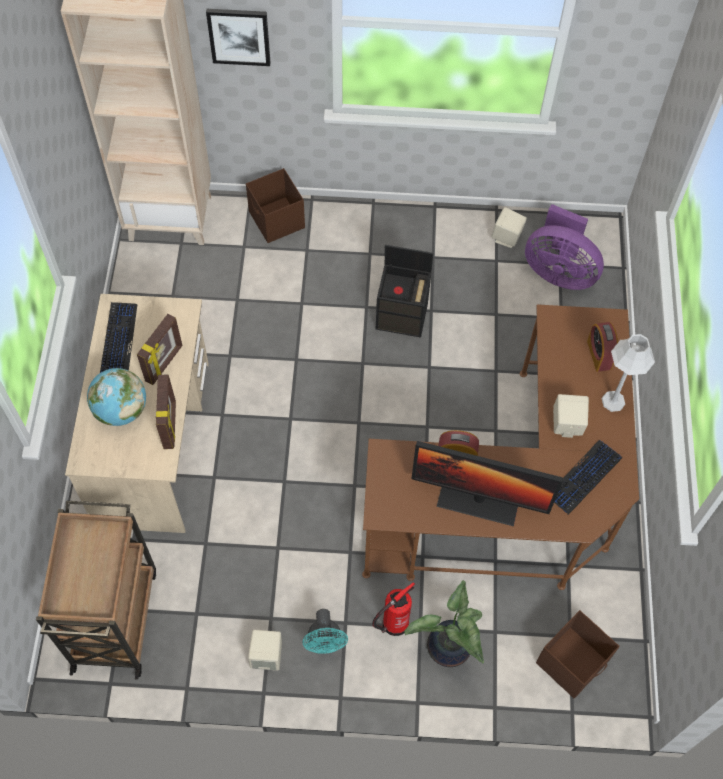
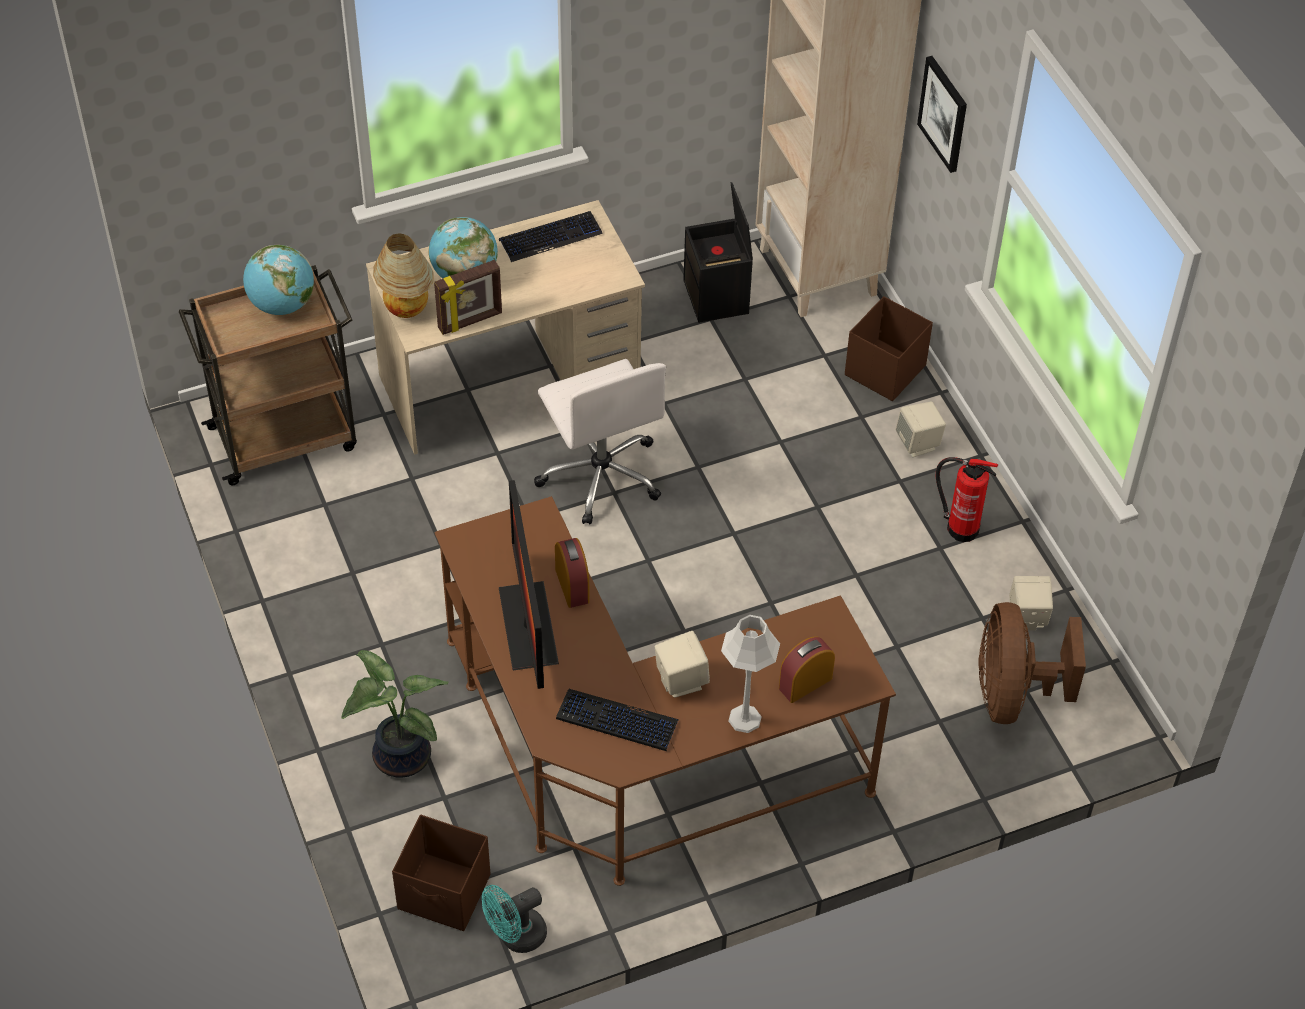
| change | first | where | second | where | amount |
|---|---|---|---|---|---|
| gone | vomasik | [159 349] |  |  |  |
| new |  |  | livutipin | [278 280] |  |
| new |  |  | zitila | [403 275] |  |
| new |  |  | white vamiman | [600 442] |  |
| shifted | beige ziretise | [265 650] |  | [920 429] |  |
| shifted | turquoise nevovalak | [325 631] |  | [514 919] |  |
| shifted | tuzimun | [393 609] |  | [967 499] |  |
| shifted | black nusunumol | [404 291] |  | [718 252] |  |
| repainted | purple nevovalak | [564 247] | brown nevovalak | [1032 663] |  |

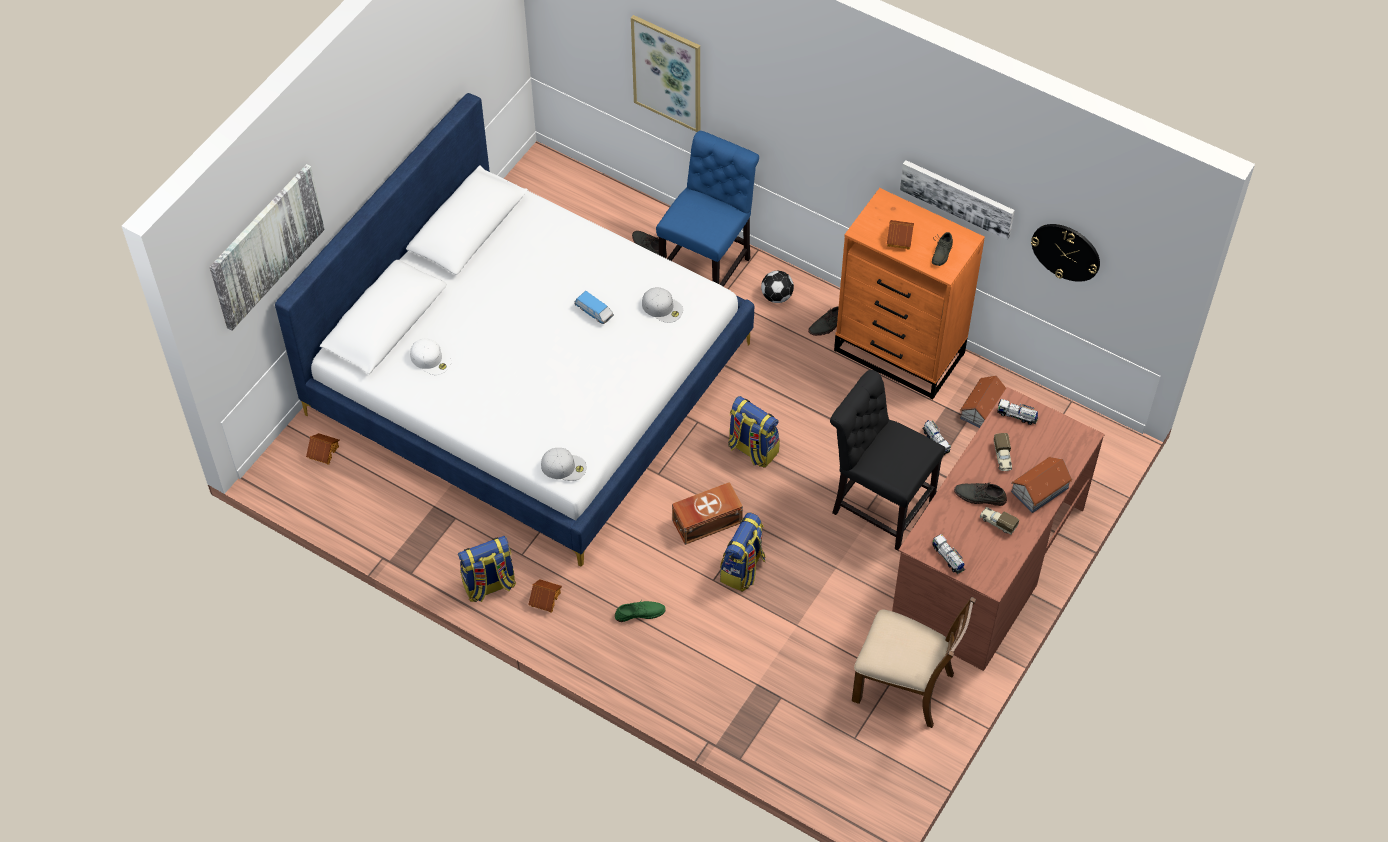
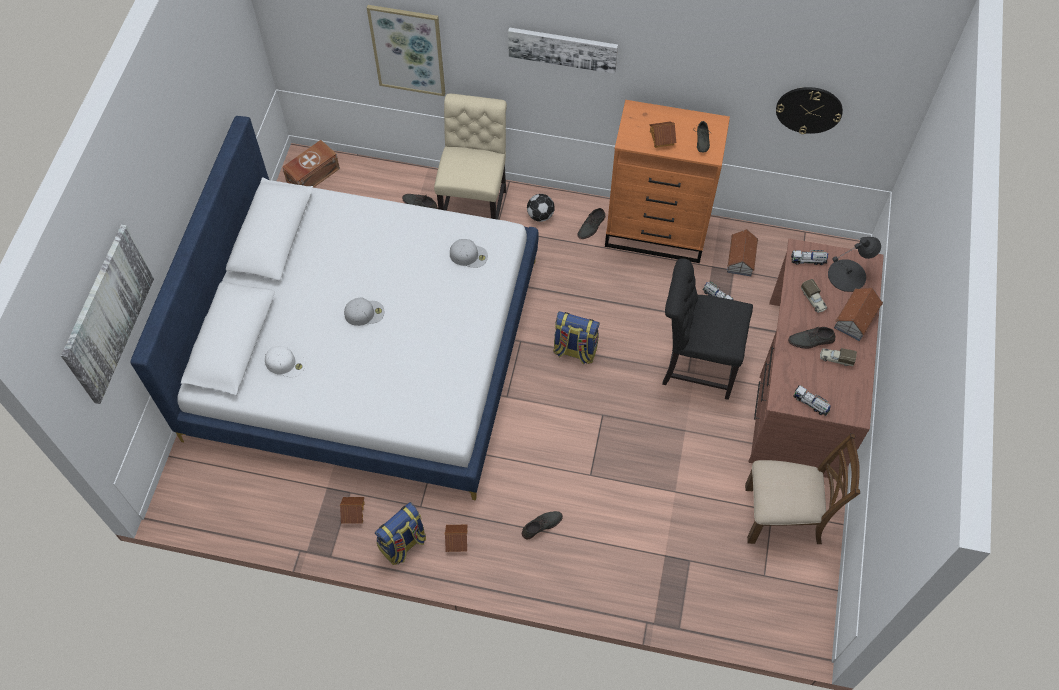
| change | first | where | second | where | amount |
|---|---|---|---|---|---|
| gone | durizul | [594 307] |  |  |  |
| gone | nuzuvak | [742 552] |  |  |  |
| new |  |  | black zitila | [854 264] |  |
| shifted | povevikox | [322 448] |  | [352 510] |  |
| shifted | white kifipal | [563 464] |  | [364 312] |  |
| shifted | brown nusunumol | [707 513] |  | [311 164] |  |
| shifted | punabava | [957 200] |  | [563 50] |  |
| repainted | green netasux | [640 611] | grey netasux | [542 525] |  |
| repainted | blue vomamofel | [707 209] | beige vomamofel | [470 157] |  |

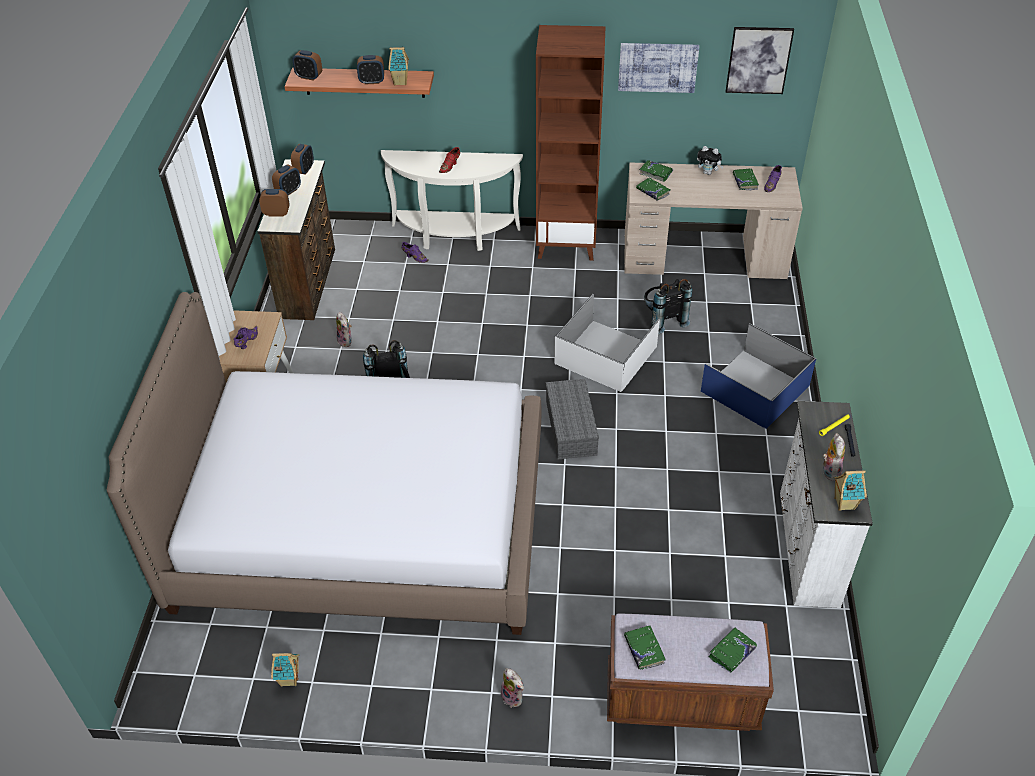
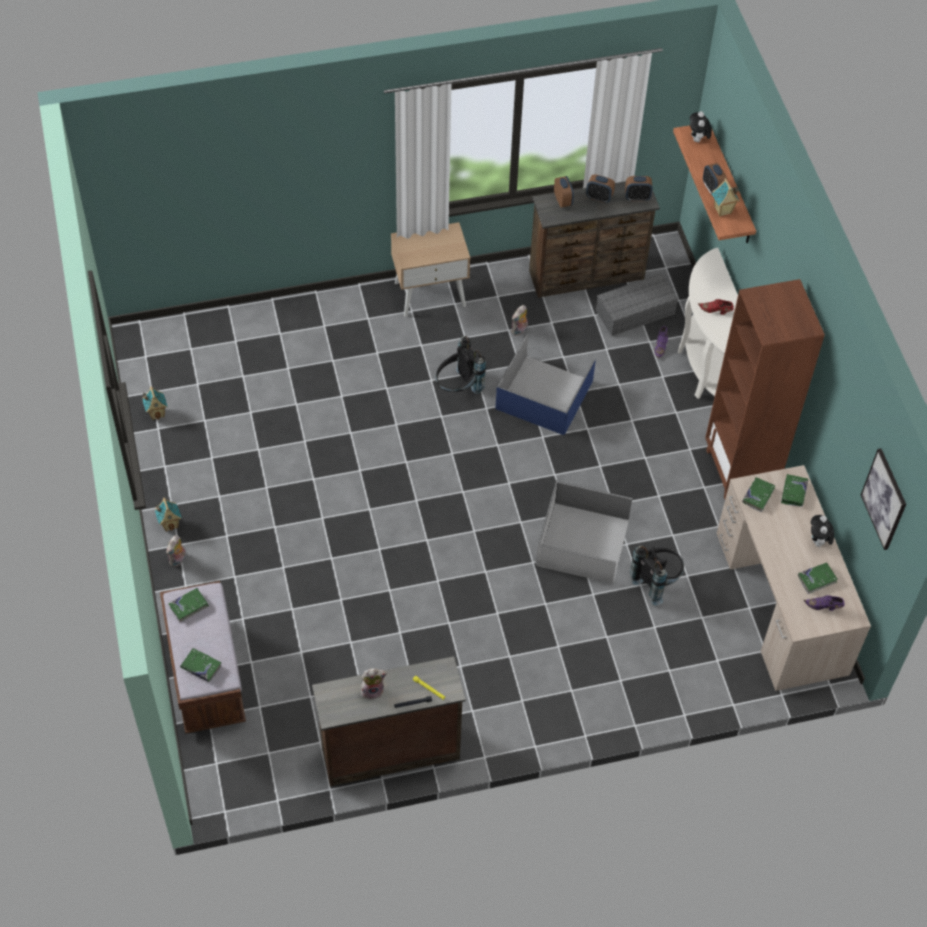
| change | first | where | second | where | amount |
|---|---|---|---|---|---|
| gone | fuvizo | [324 463] |  |  |  |
| gone | purple netasux | [246 337] |  |  |  |
| gone | punabava | [658 68] |  |  |  |
| shifted | grey nusunumol | [572 419] |  | [637 304] |  |
| shifted | blue nusunumol | [758 376] |  | [545 384] |  |
| shifted | povevikox | [850 490] |  | [168 515] |  |
| swapped | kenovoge | [307 65] | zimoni | [701 126] |  |
| repainted | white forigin | [826 504] | brown forigin | [389 721] |  |

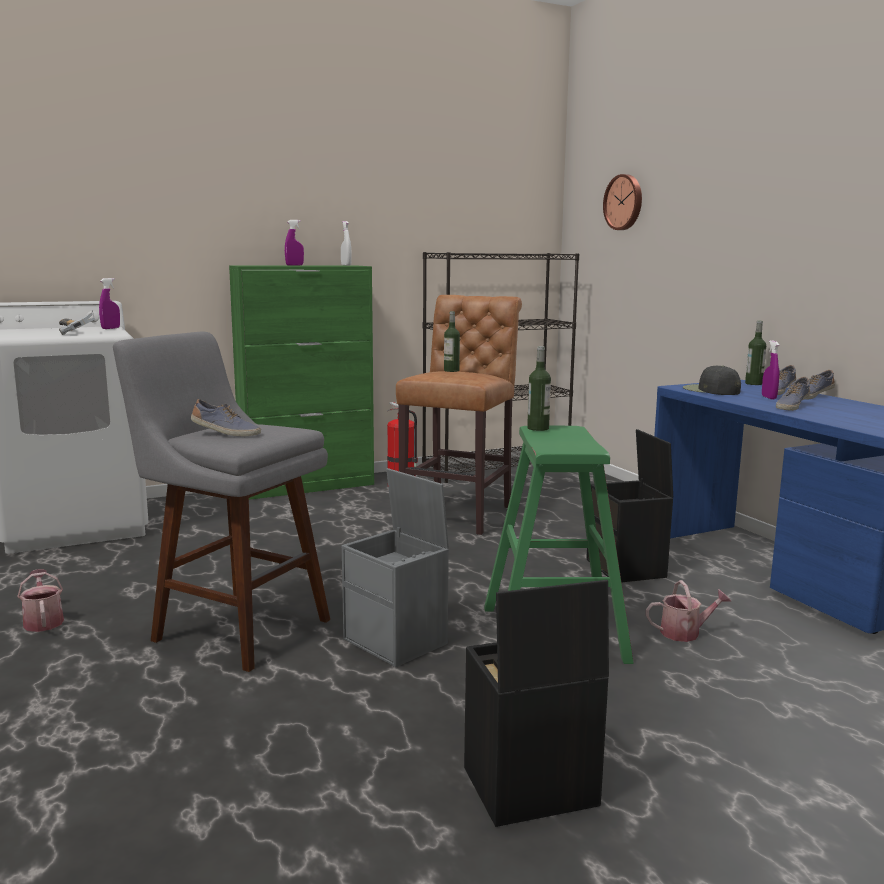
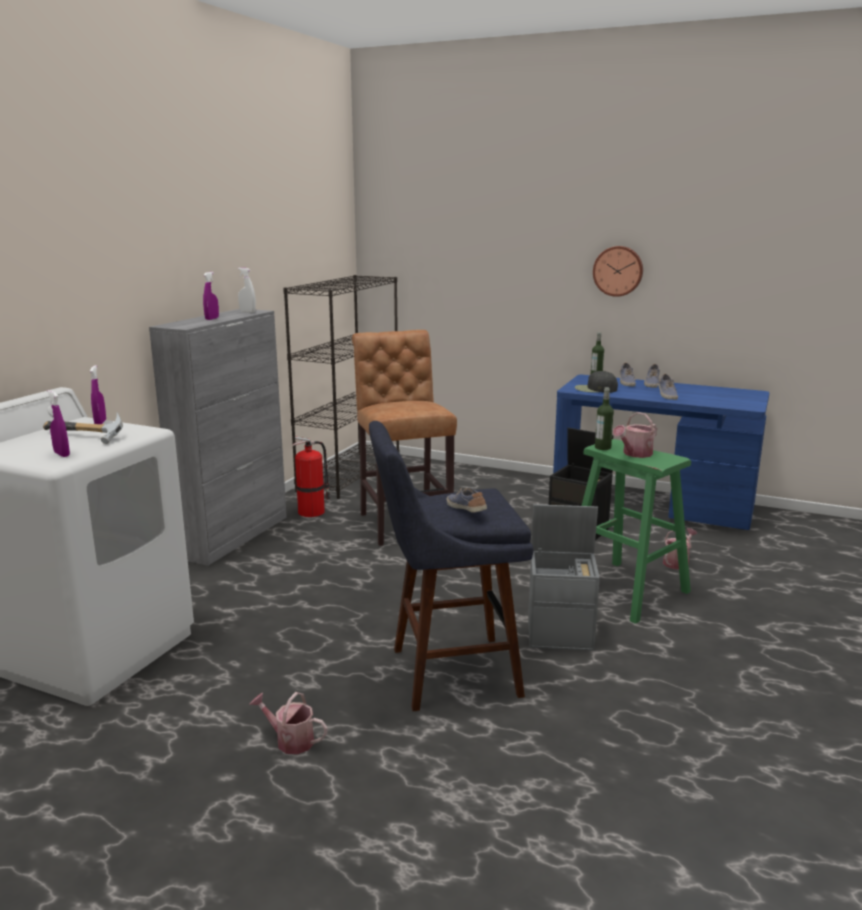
| change | first | where | second | where | amount |
|---|---|---|---|---|---|
| gone | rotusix | [452 341] |  |  |  |
| gone | black nusunumol | [536 703] |  |  |  |
| new |  |  | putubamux | [635 435] |  |
| shifted | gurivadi | [622 202] |  | [618 271] |  |
| shifted | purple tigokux | [770 369] |  | [58 423] |  |
| repainted | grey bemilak | [221 502] | blue bemilak | [451 566] |  |
| repainted | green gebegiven | [301 382] | grey gebegiven | [218 437] |  |
| rotated | netasux | [226 418] |  | [467 500] | 90 degrees counterclockwise |

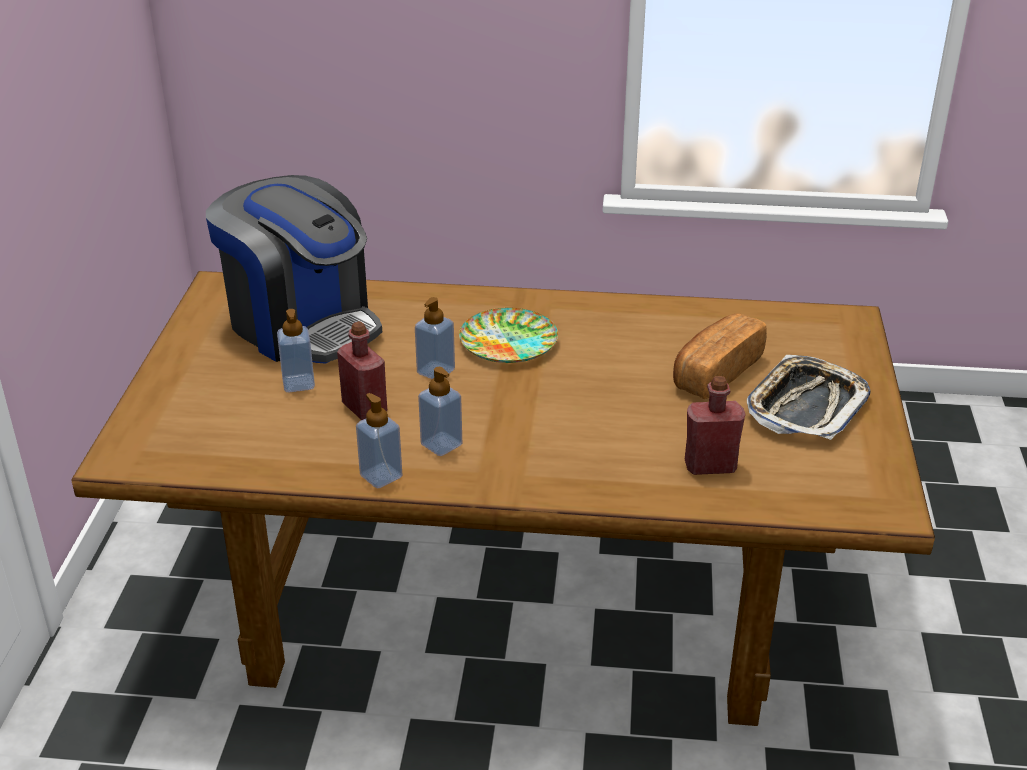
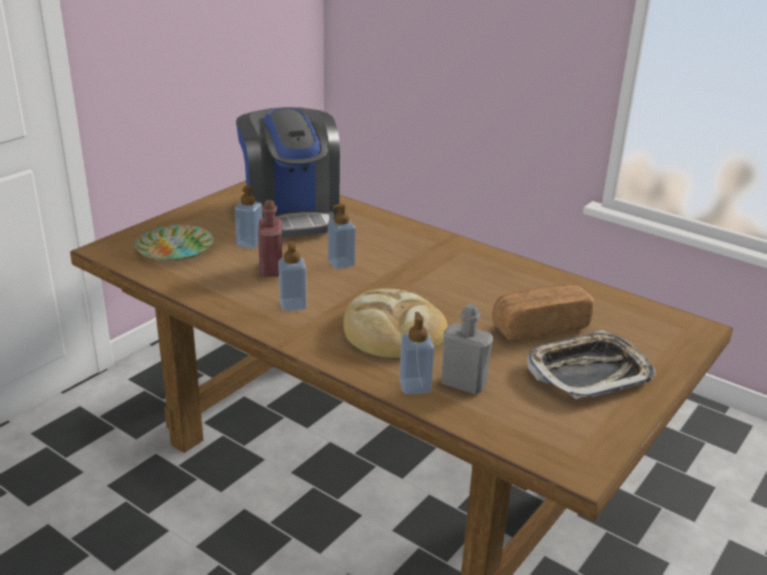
| change | first | where | second | where | amount |
|---|---|---|---|---|---|
| new |  |  | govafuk | [395 323] |  |
| shifted | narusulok | [379 440] |  | [416 353] |  |
| shifted | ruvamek | [508 335] |  | [174 243] |  |
| repainted | red rotusix | [715 425] | grey rotusix | [467 349] |  |

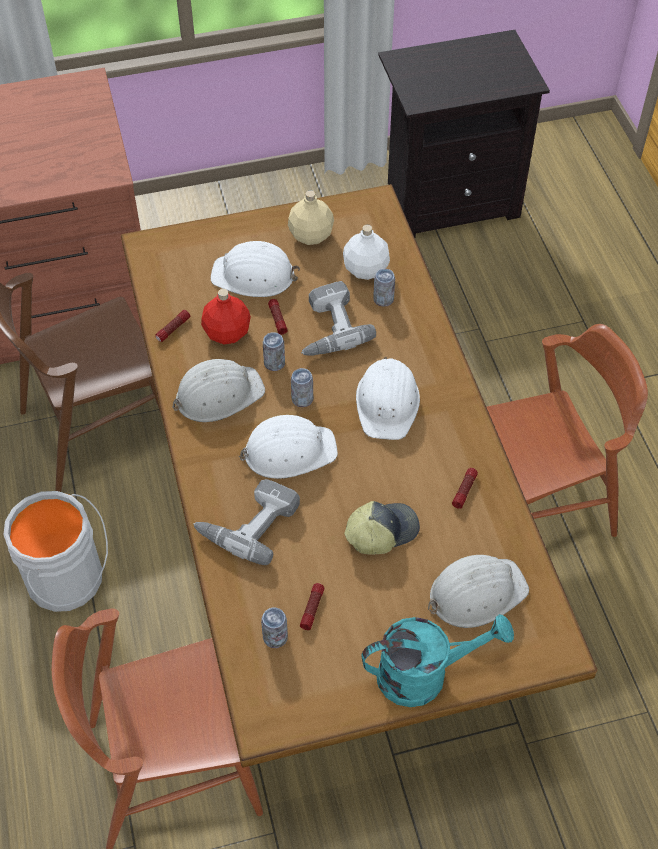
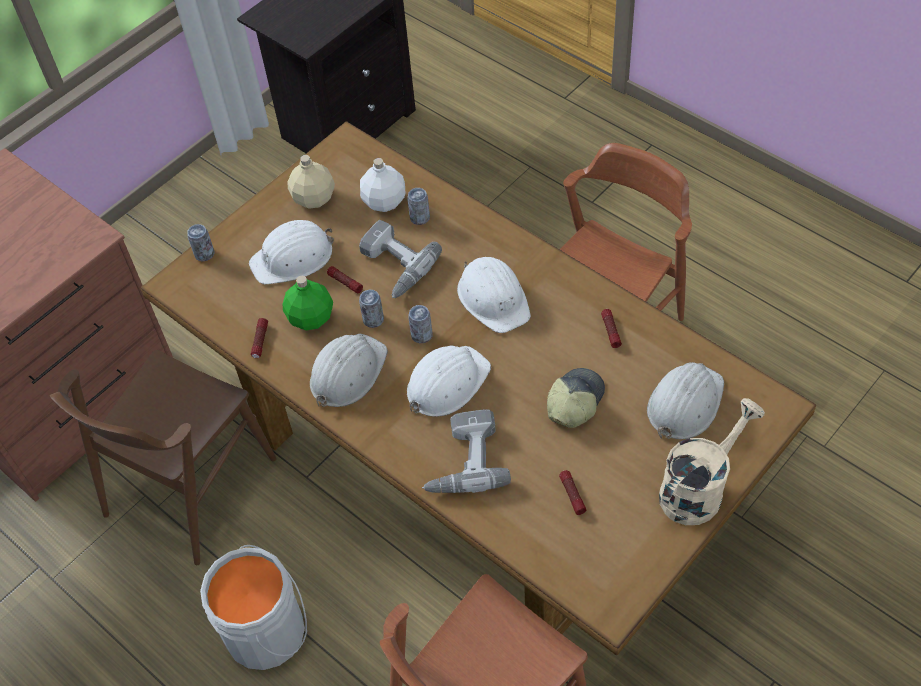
| change | first | where | second | where | amount |
|---|---|---|---|---|---|
| shifted | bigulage | [274 627] |  | [200 242] |  |
| repainted | red rotusix | [226 317] | green rotusix | [307 302] |  |
| repainted | turquoise putubamux | [437 660] | beige putubamux | [712 461] |  |

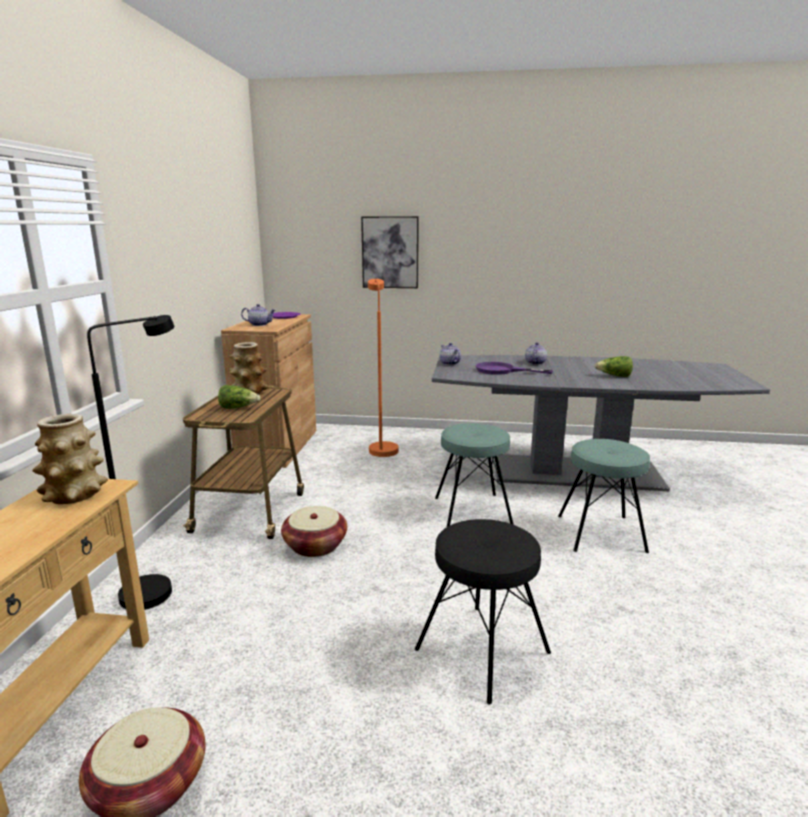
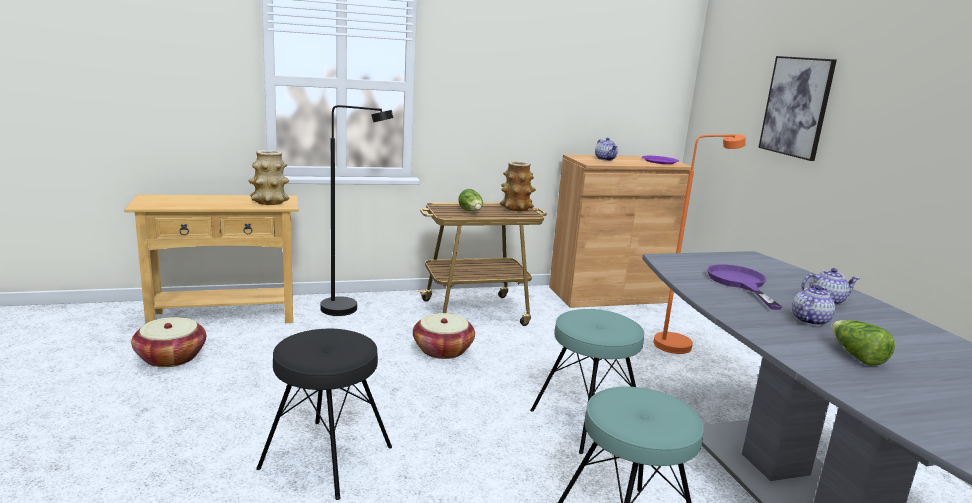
| change | first | where | second | where | amount |
|---|---|---|---|---|---|
| shifted | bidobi | [450 354] |  | [813 305] |  |

